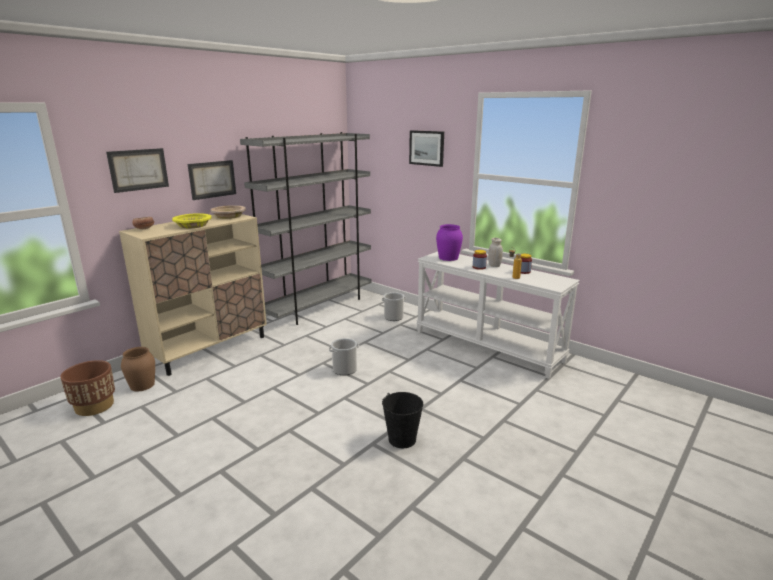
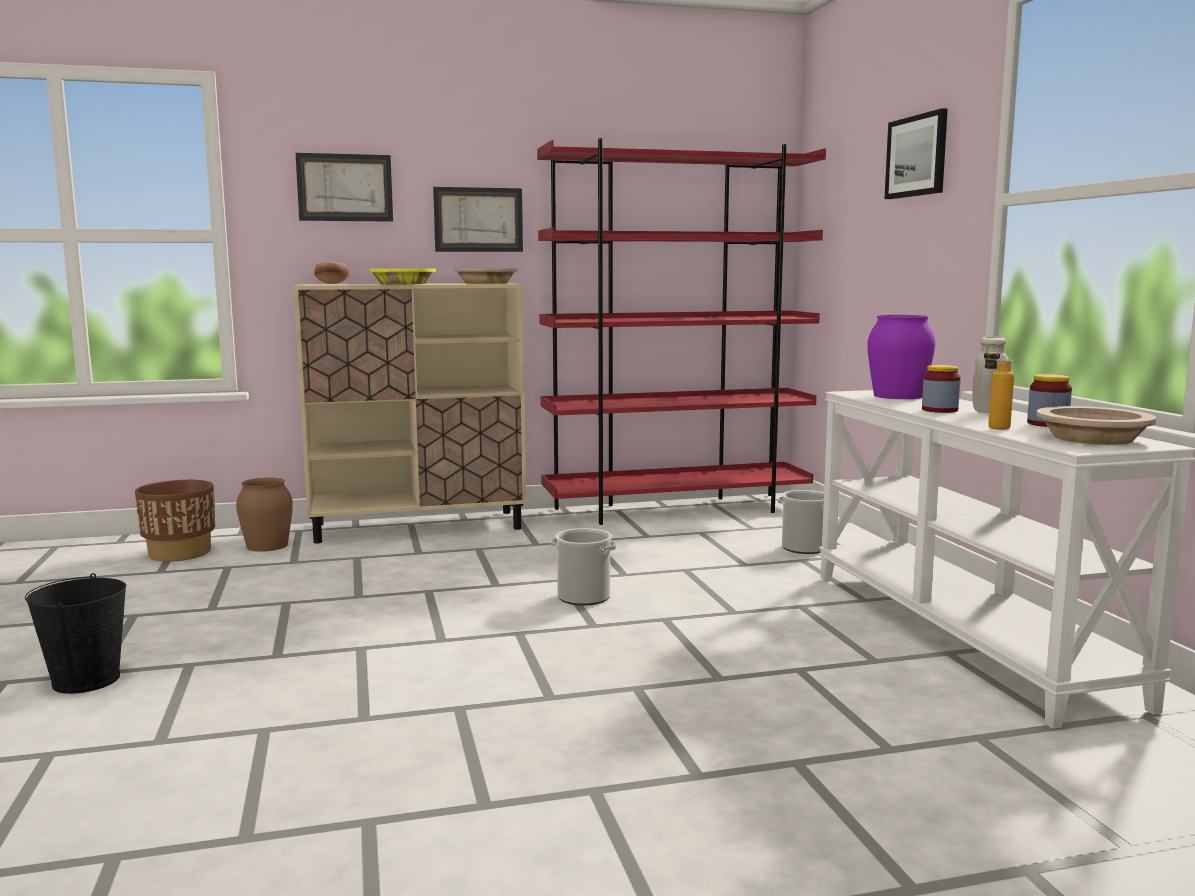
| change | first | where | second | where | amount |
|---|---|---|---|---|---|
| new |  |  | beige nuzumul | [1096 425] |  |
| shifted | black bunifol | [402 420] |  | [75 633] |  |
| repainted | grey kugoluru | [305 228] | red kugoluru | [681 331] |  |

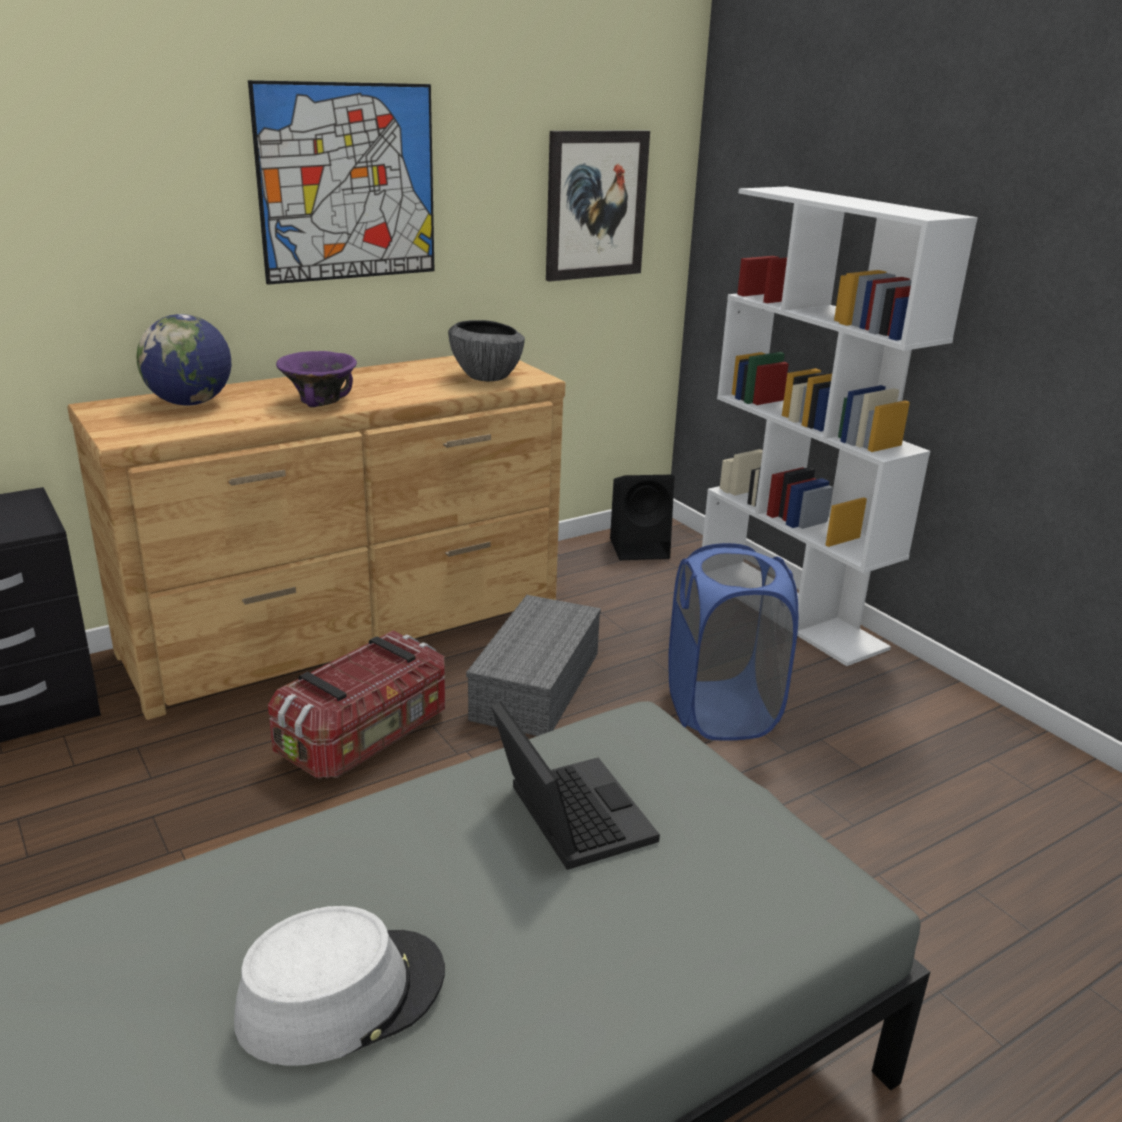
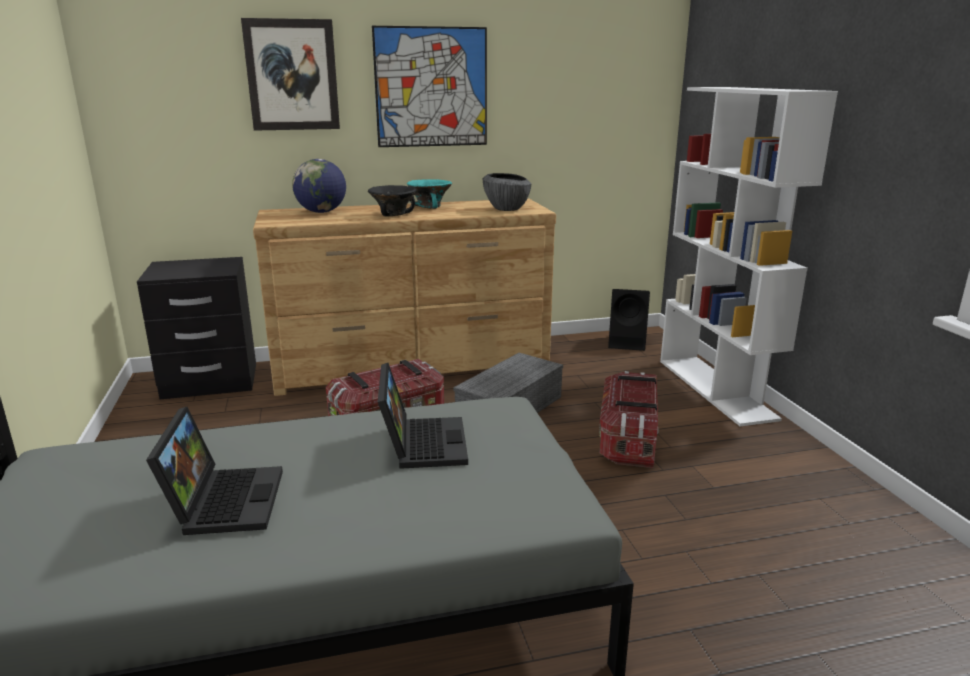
| change | first | where | second | where | amount |
|---|---|---|---|---|---|
| new |  |  | turquoise nuzumul | [429 194] |  |
| shifted | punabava | [598 206] |  | [290 74] |  |
| swapped | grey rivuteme | [339 986] | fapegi | [214 471] |  |
| swapped | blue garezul | [733 642] | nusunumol | [629 419] |  |
| repainted | purple nuzumul | [316 379] | black nuzumul | [392 201] |  |

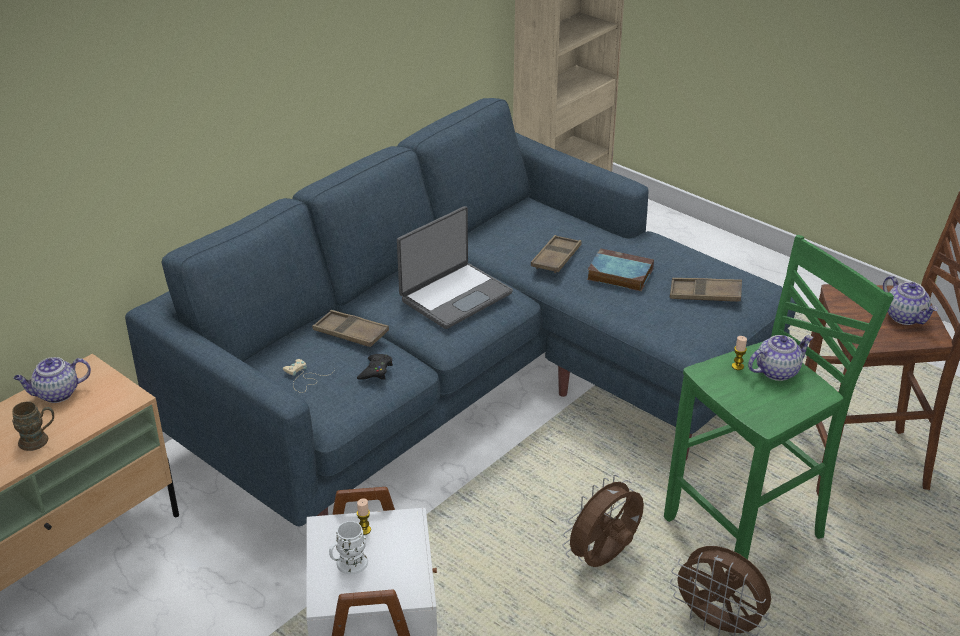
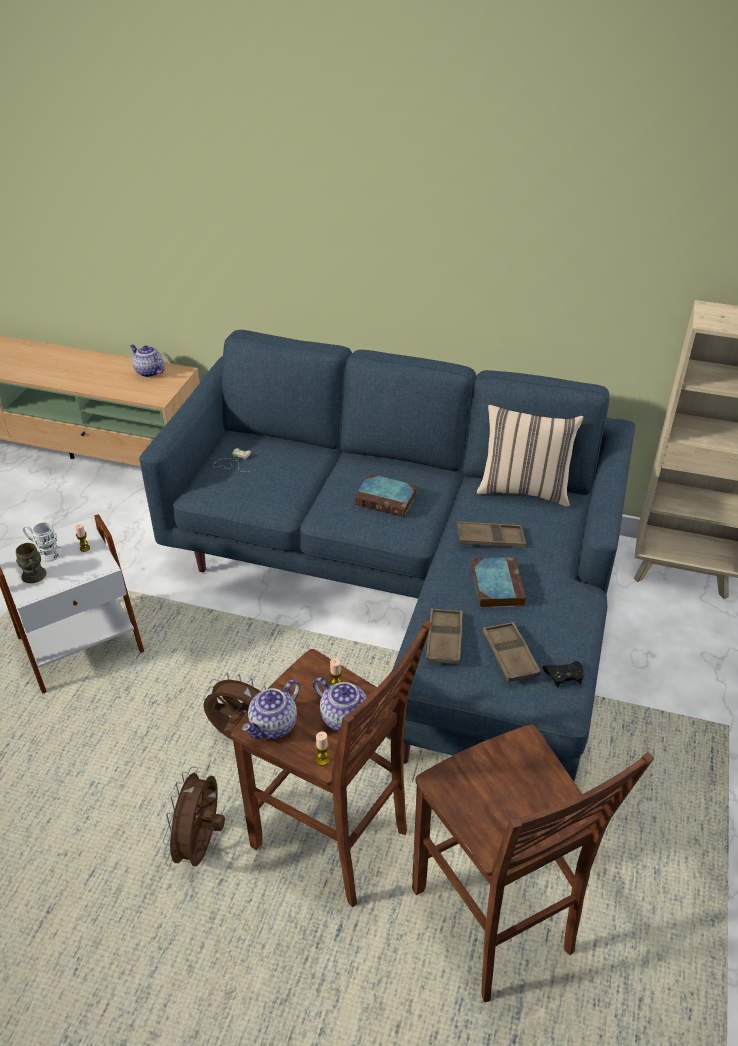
| change | first | where | second | where | amount |
|---|---|---|---|---|---|
| new |  |  | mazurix | [322 748] |  |
| new |  |  | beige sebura | [530 455] |  |
| shifted | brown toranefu | [33 426] |  | [31 563] |  |
| shifted | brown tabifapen | [350 328] |  | [444 636] |  |
| shifted | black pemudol | [375 367] |  | [562 674] |  |
| shifted | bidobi | [910 300] |  | [271 709] |  |
| swapped | fapegi | [455 267] | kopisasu | [386 495] |  |
| repainted | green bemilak | [779 397] | brown bemilak | [331 764] |  |

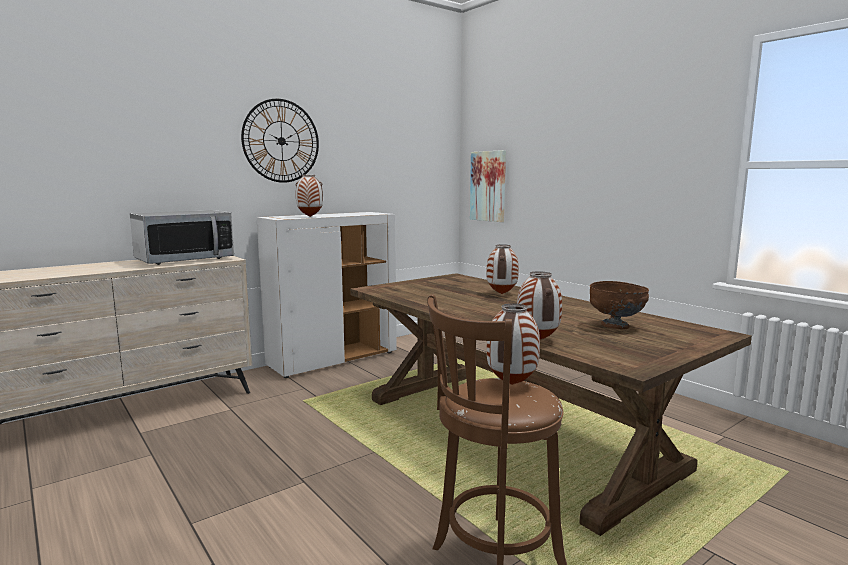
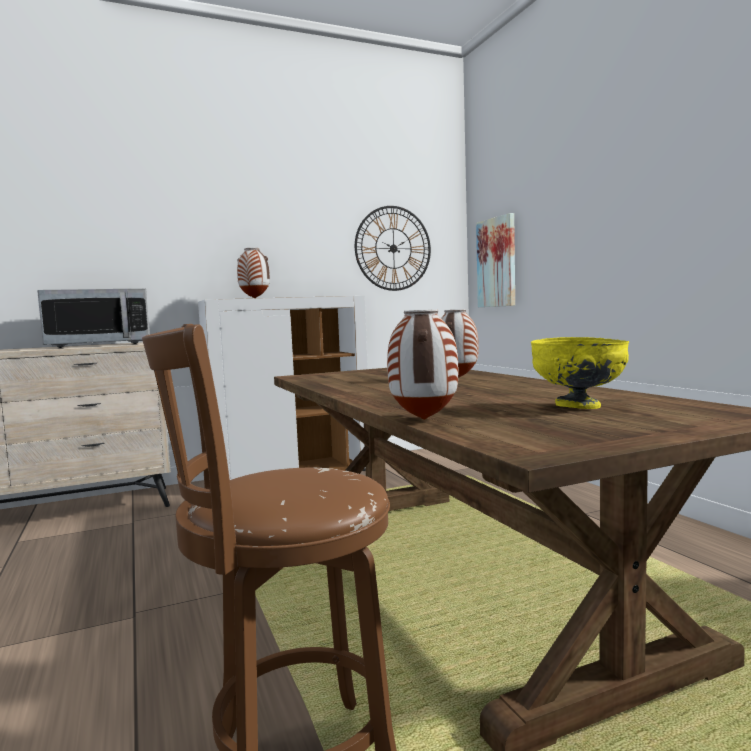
| change | first | where | second | where | amount |
|---|---|---|---|---|---|
| gone | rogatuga | [513 344] |  |  |  |
| shifted | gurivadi | [280 141] |  | [393 248] |  |
| repainted | brown nuzumul | [619 305] | yellow nuzumul | [580 373] |  |

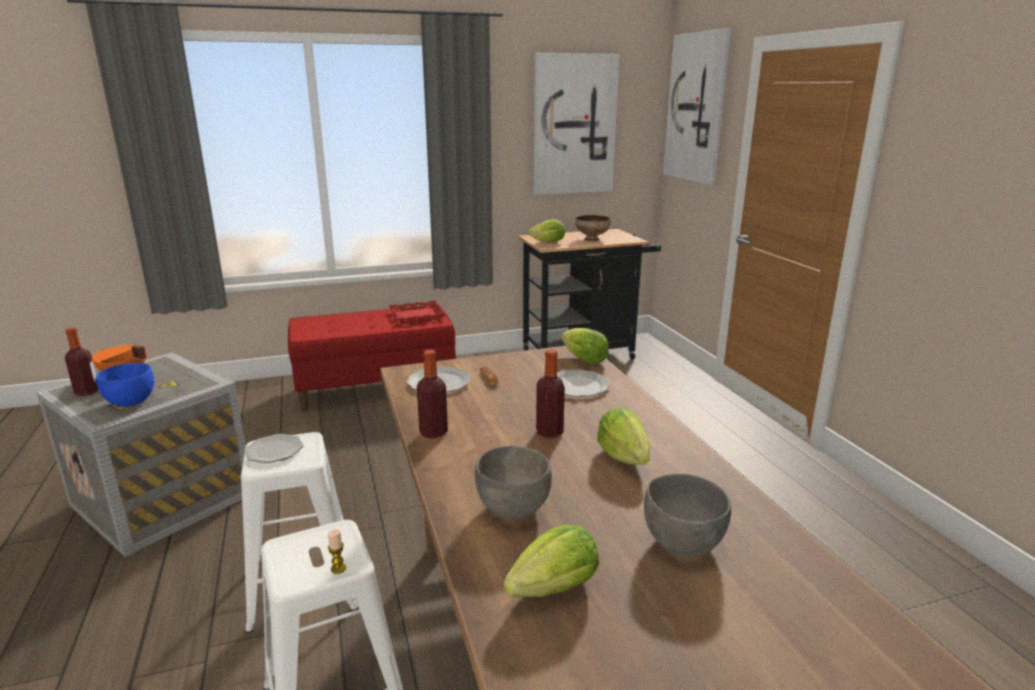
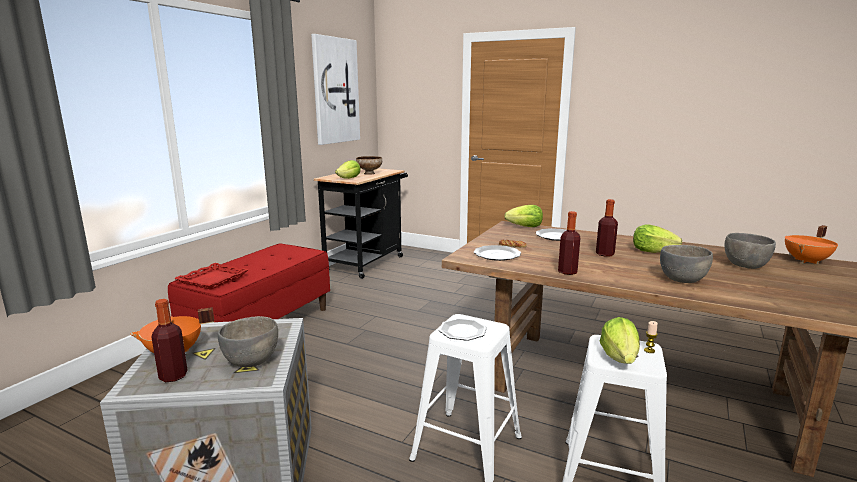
| change | first | where | second | where | amount |
|---|---|---|---|---|---|
| gone | punabava | [697 106] |  |  |  |
| new |  |  | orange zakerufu | [811 244] |  |
| shifted | red tabifapen | [417 311] |  | [211 276] |  |
| shifted | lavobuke | [551 561] |  | [620 340] |  |
| repainted | blue nuzumul | [125 385] | grey nuzumul | [248 341] |  |

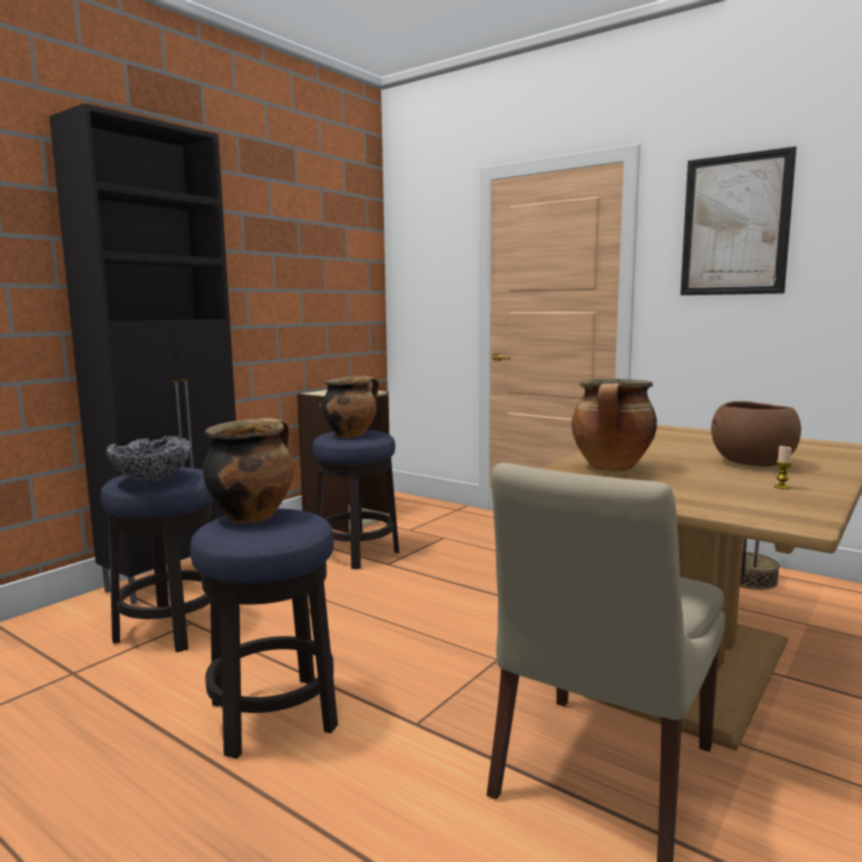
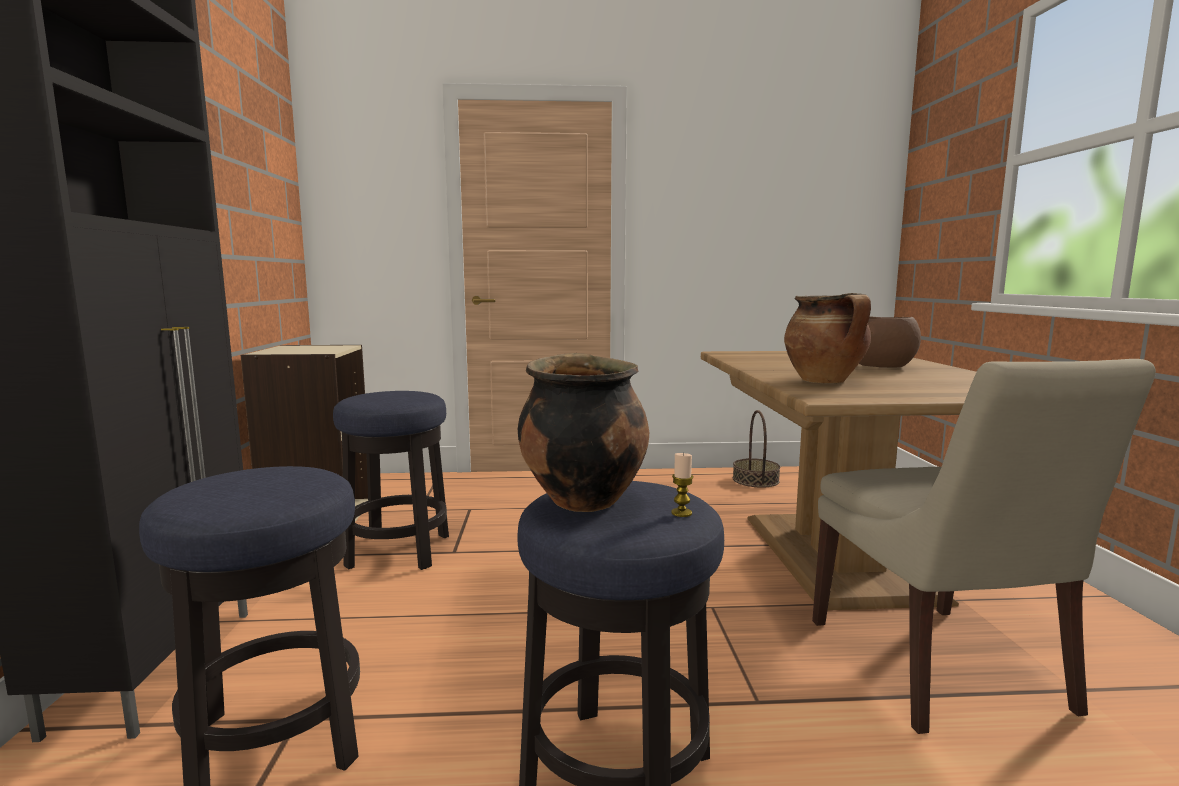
| change | first | where | second | where | amount |
|---|---|---|---|---|---|
| gone | nuzumul | [149 459] |  |  |  |
| gone | zakerufu | [350 407] |  |  |  |
| gone | punabava | [738 220] |  |  |  |
| shifted | mazurix | [783 467] |  | [682 484] |  |

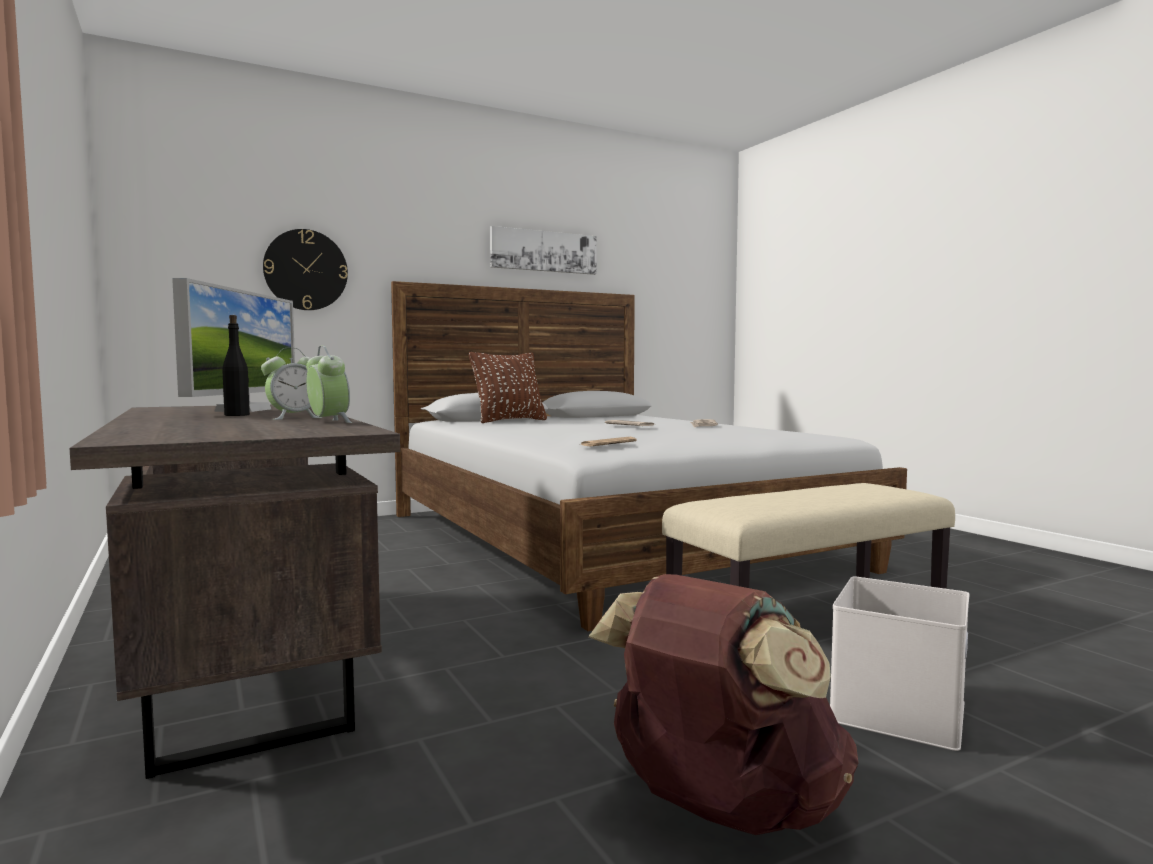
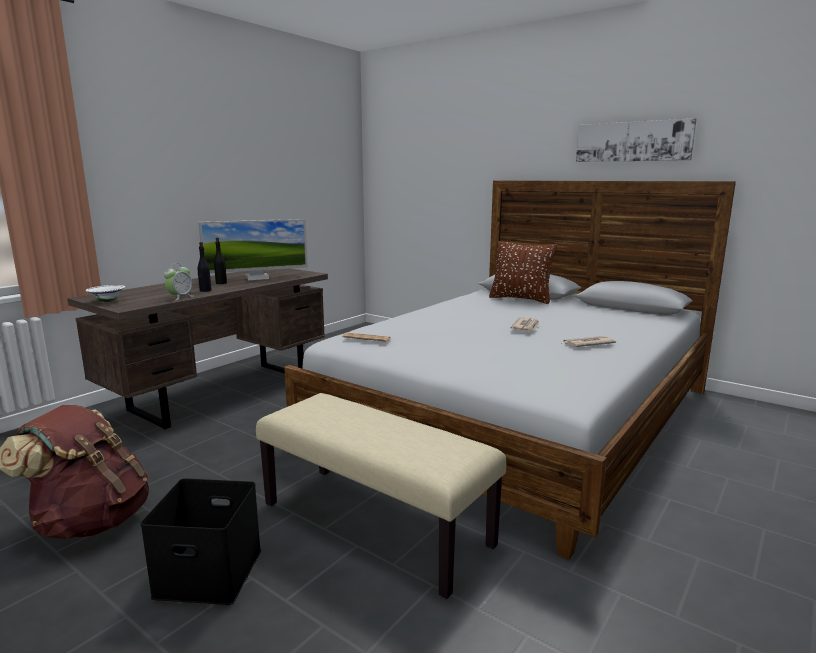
| change | first | where | second | where | amount |
|---|---|---|---|---|---|
| gone | gurivadi | [305 269] |  |  |  |
| new |  |  | white nuzumul | [105 293] |  |
| swapped | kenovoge | [291 384] | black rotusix | [205 267] |  |
| repainted | white nusunumol | [899 664] | black nusunumol | [200 541] |  |

